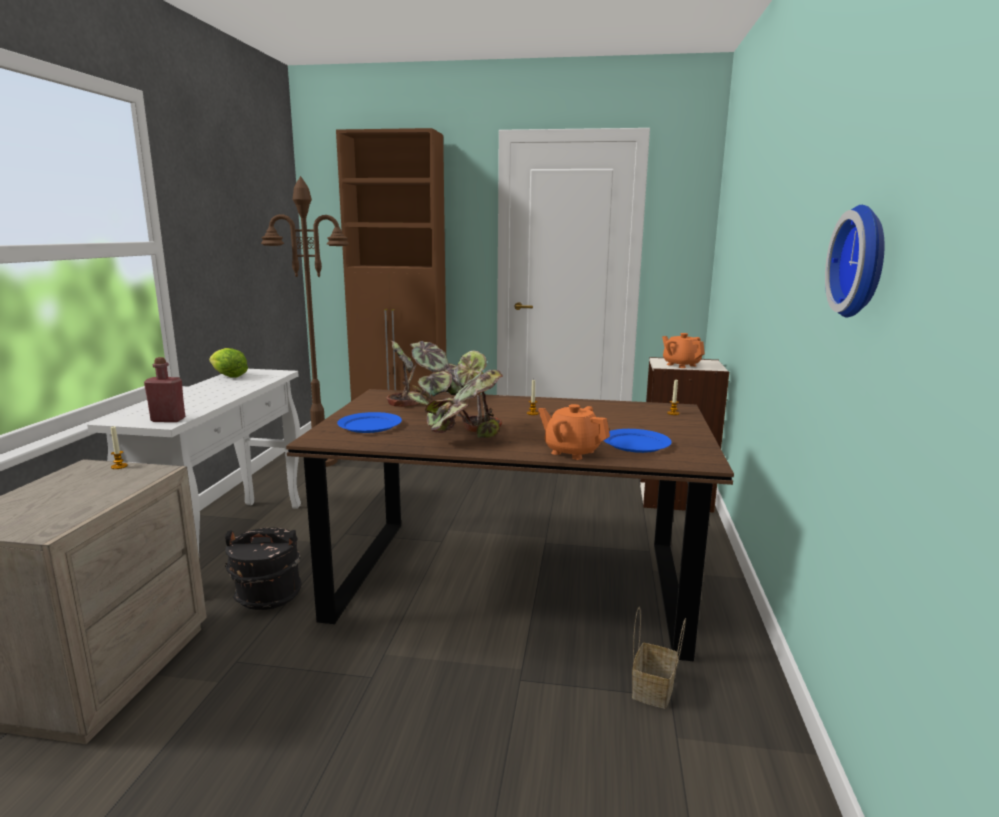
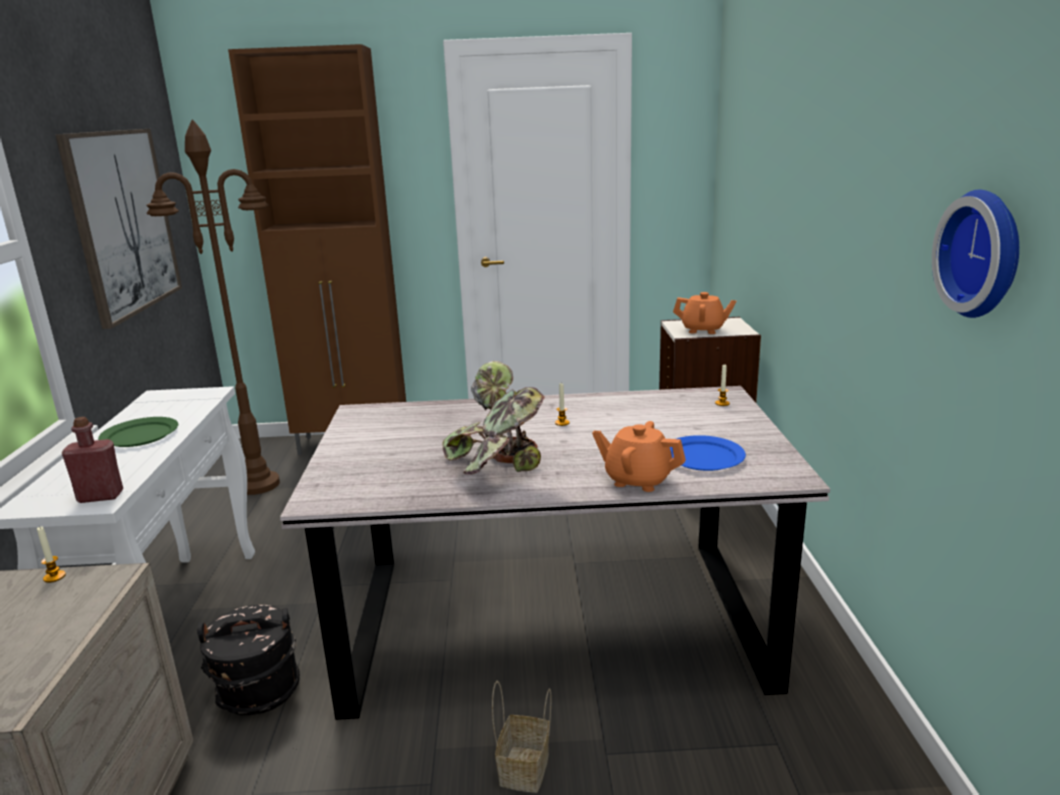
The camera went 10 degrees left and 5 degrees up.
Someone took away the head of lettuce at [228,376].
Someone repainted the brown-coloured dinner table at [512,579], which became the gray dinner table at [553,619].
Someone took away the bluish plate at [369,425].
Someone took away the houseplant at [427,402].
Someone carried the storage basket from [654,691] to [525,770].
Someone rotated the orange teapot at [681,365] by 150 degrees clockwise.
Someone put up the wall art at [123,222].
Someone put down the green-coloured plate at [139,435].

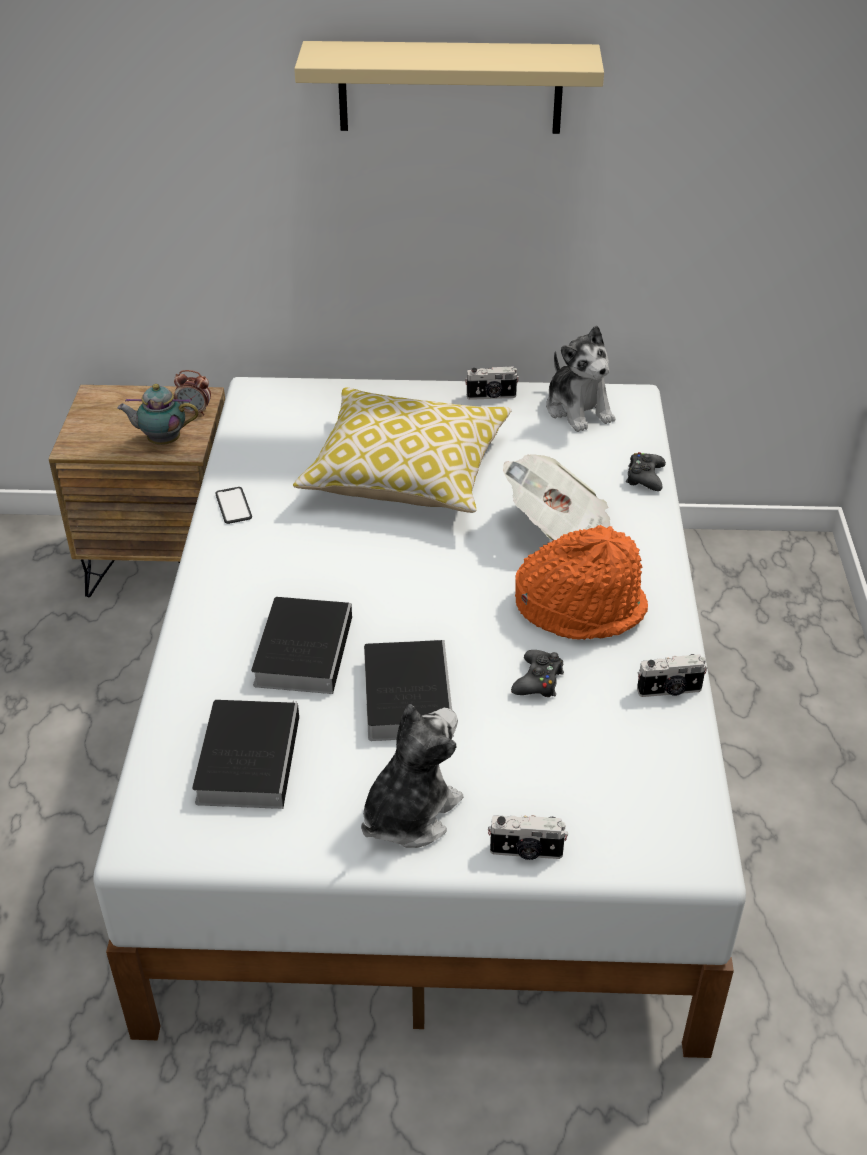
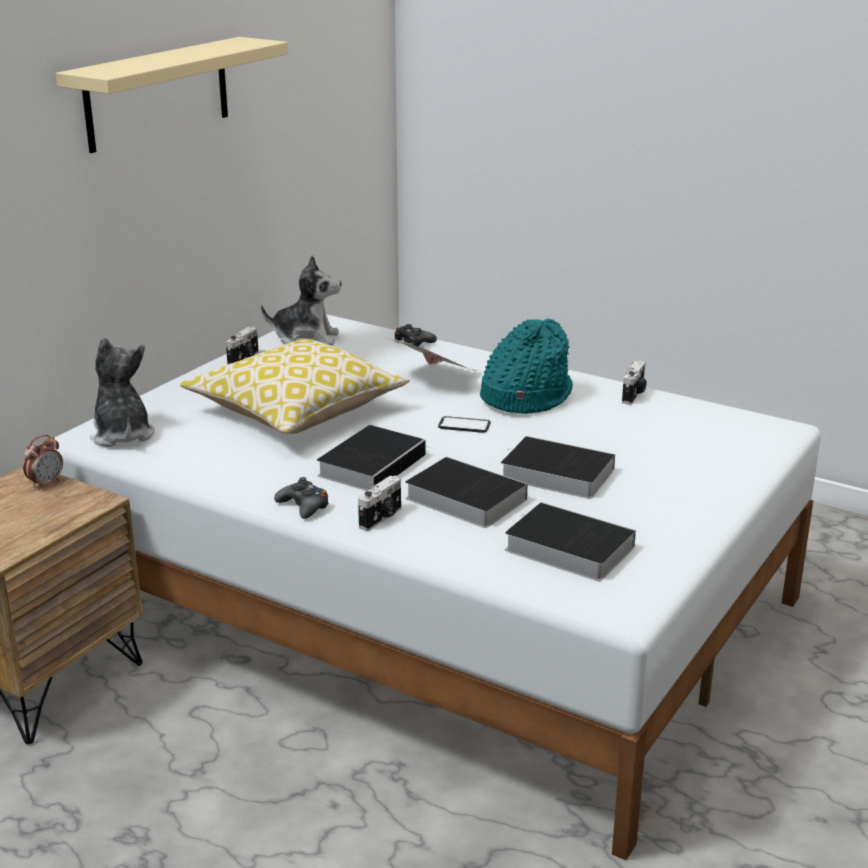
The camera went 60 degrees left and 15 degrees down.
Someone took away the teapot at [162,441].
Someone carried the handset from [233,506] to [464,425].
Someone carried the plush toy from [409,813] to [122,434].
Someone carried the still camera from [526,852] to [382,518].
Someone carried the black gamepad from [538,681] to [304,506].
Someone repainted the orange wearable hat at [580,607], which became the blue-green wearable hat at [525,397].
Someone put down the bound book at [373,463].

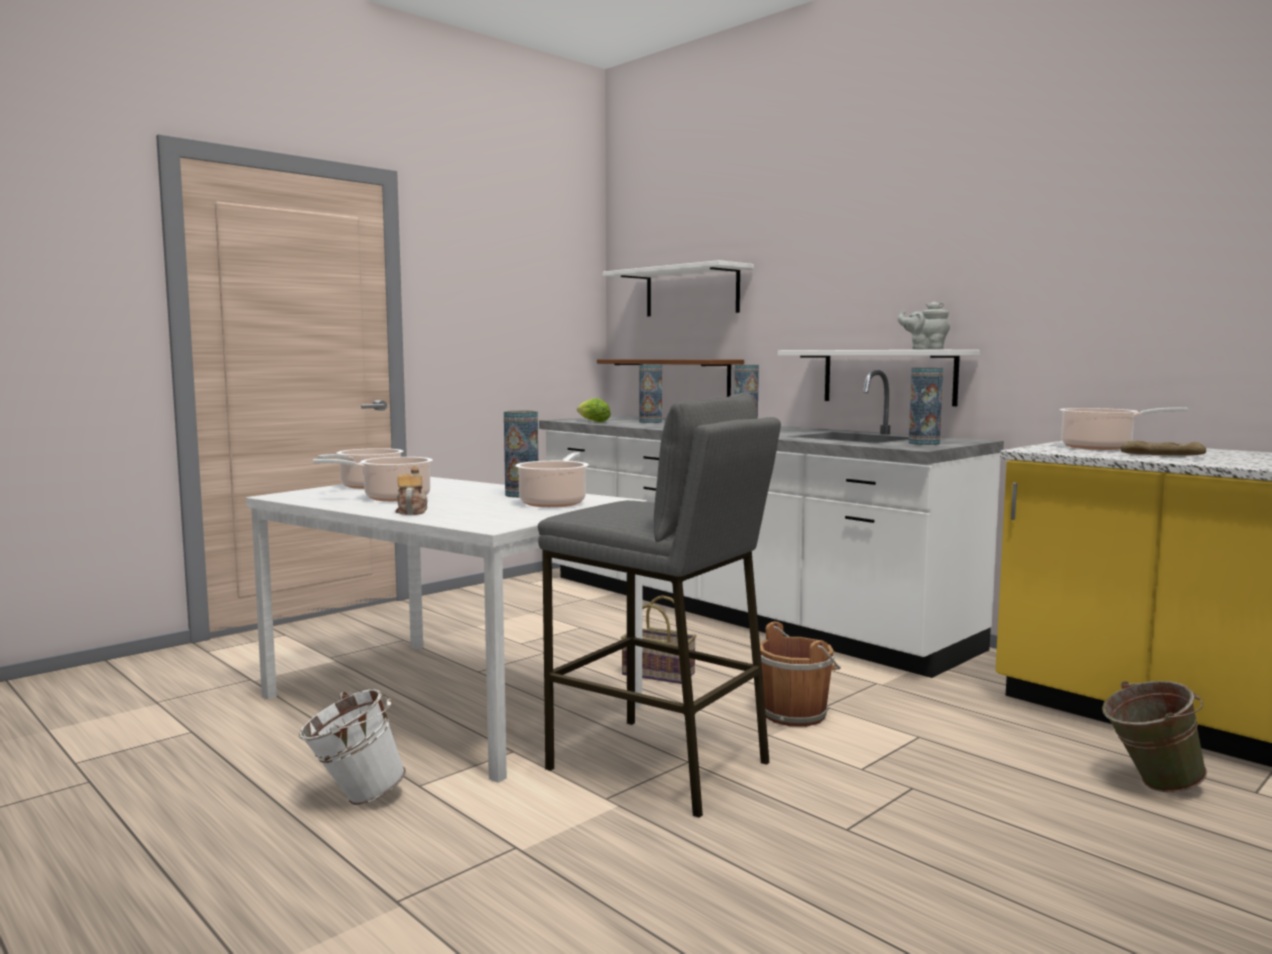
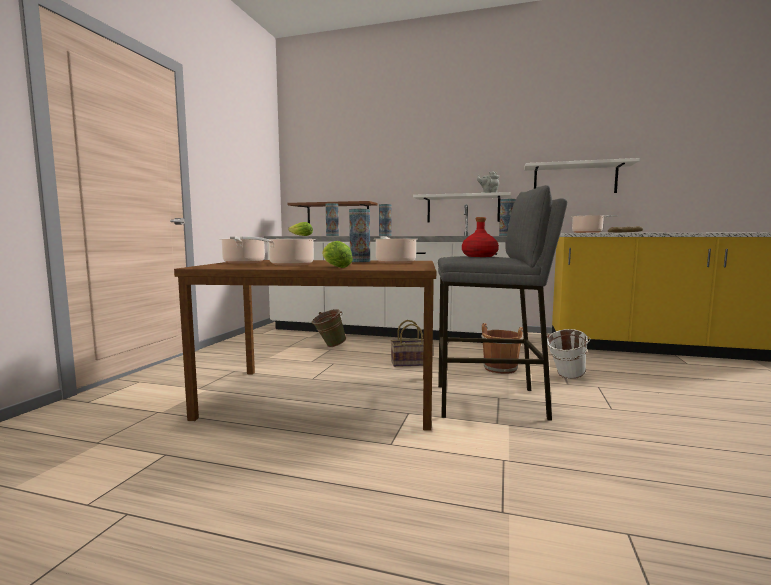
The camera went 30 degrees left and 0 degrees up.
Someone repainted the whitish dinner table at [453,701], which became the brown-coloured dinner table at [325,396].
Someone carried the whitish bucket from [353,798] to [565,377].
Someone swapped the teapot at [411,511] for the head of lettuce at [334,267].
Someone carried the whitish bracket shelf from [691,292] to [574,179].
Someone carried the green-coloured bucket from [1149,785] to [329,346].
Someone put down the red-coloured beverage bottle at [480,256].

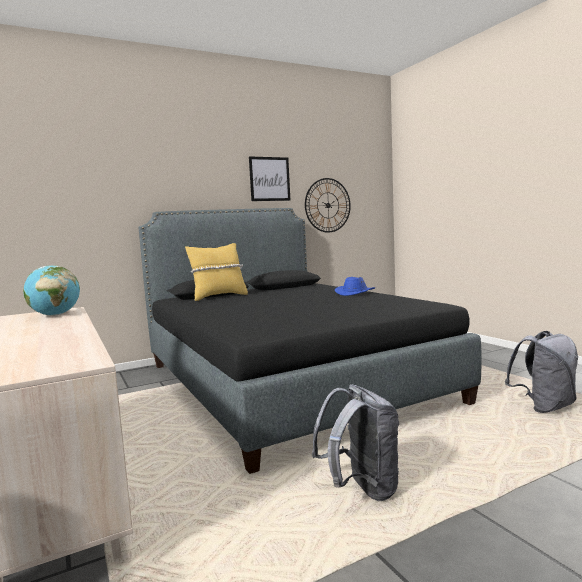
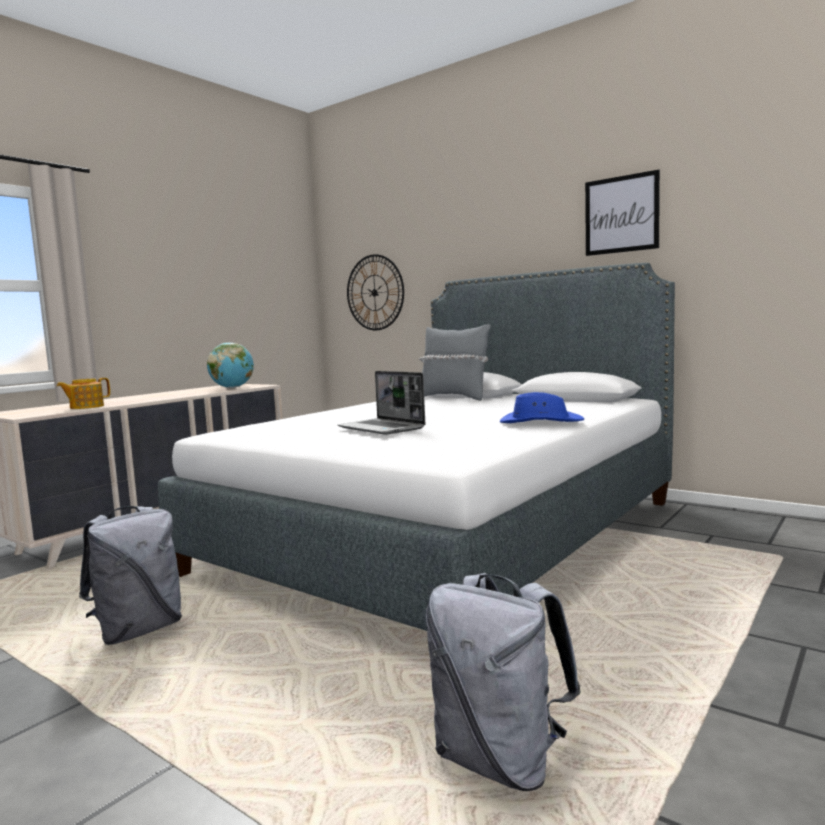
The camera went 65 degrees right and 0 degrees up.
Someone repainted the black bed at [287,382], which became the whitish bed at [448,534].
Someone repainted the yellowish pillow at [218,297], which became the gray pillow at [453,398].
Someone carried the wall clock from [328,205] to [374,292].
Someone put down the teapot at [86,407].
Someone put down the portable computer at [382,428].

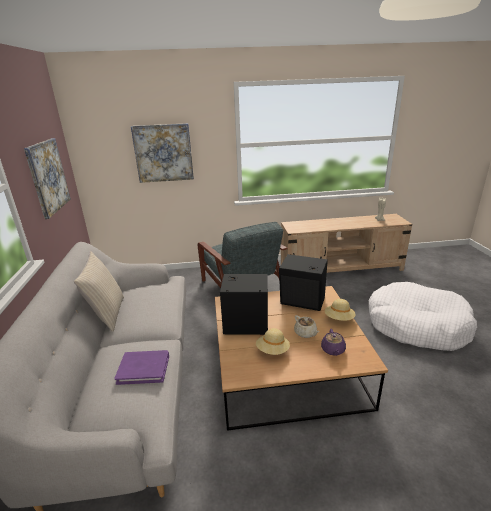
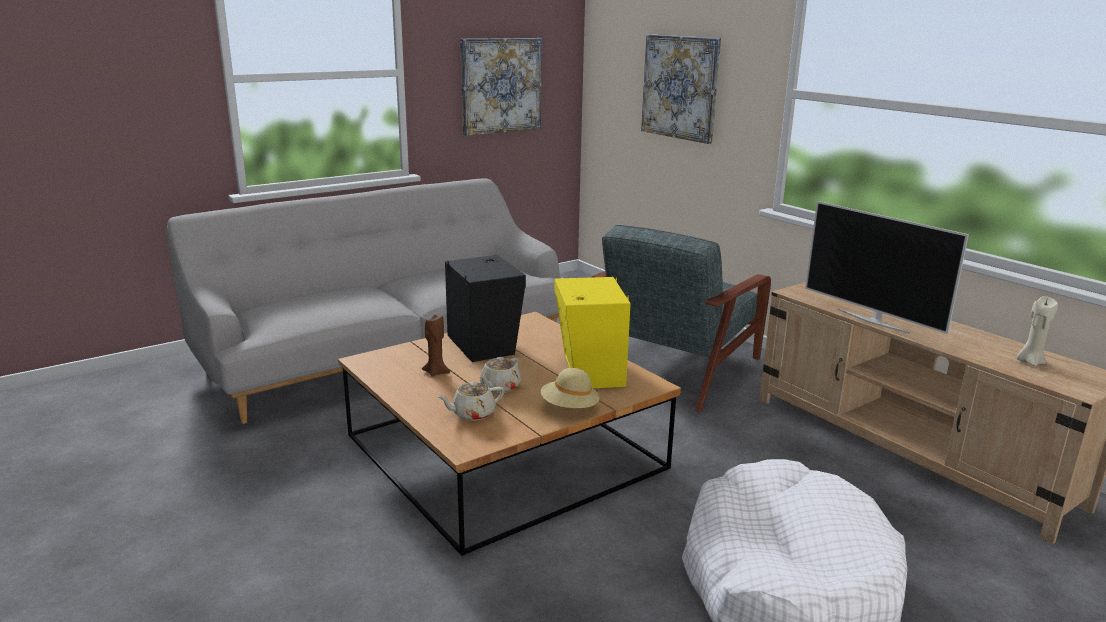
The camera went 60 degrees right and 5 degrees down.
Someone took away the beige-coloured pillow at [107,314].
Someone took away the purplish bound book at [144,369].
Someone swapped the beige-coloured wearable hat at [273,350] for the brown-coloured wax candle at [436,372].
Someone repainted the black loudspeaker at [303,302], which became the yellowish loudspeaker at [589,371].
Someone repainted the purplish teapot at [333,350], which became the beige-coloured teapot at [472,414].
Someone put down the TV at [873,321].

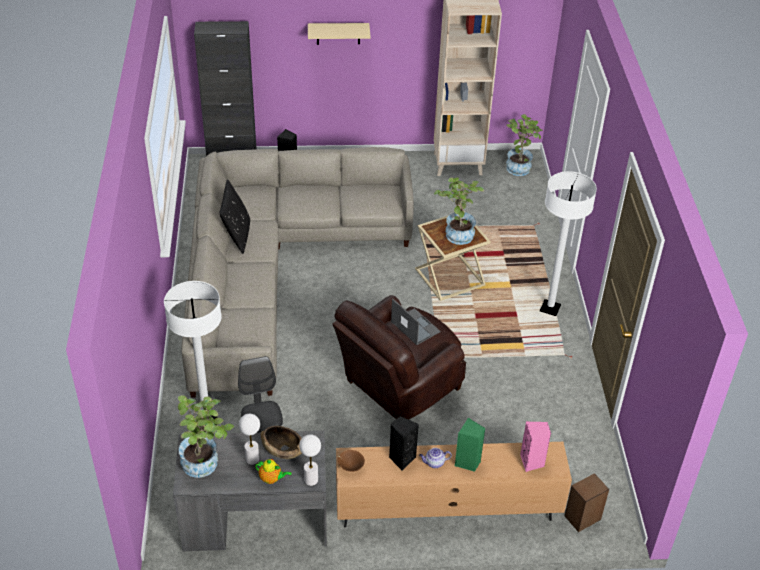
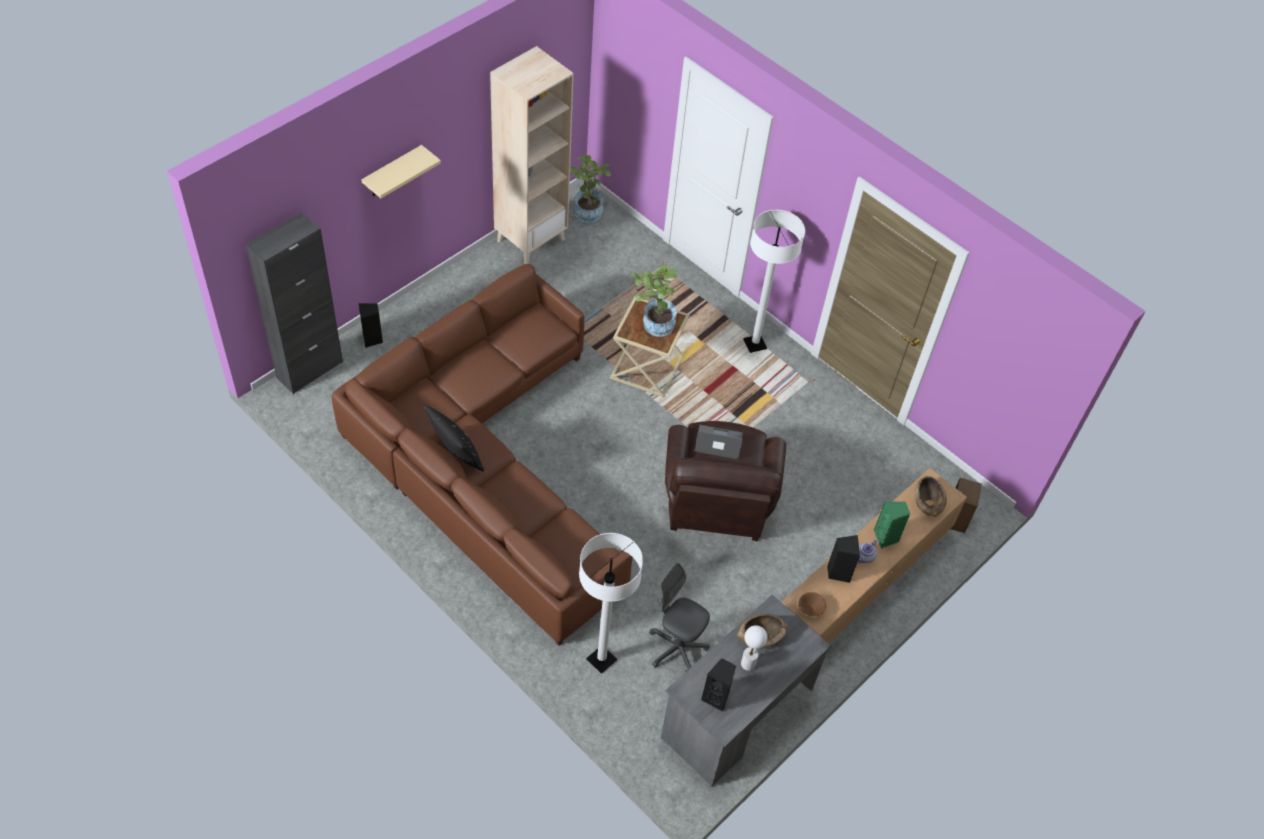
The camera went 45 degrees left and 10 degrees up.
Someone swapped the houseplant at [205,463] for the black loudspeaker at [717,697].
Someone repainted the gray settee at [274,269], which became the brown-coloured settee at [486,464].
Someone took away the teapot at [272,479].
Someone took away the whitish table lamp at [311,480].
Someone swapped the pink-coloured loudspeaker at [532,462] for the brown-coloured serving bowl at [928,502].

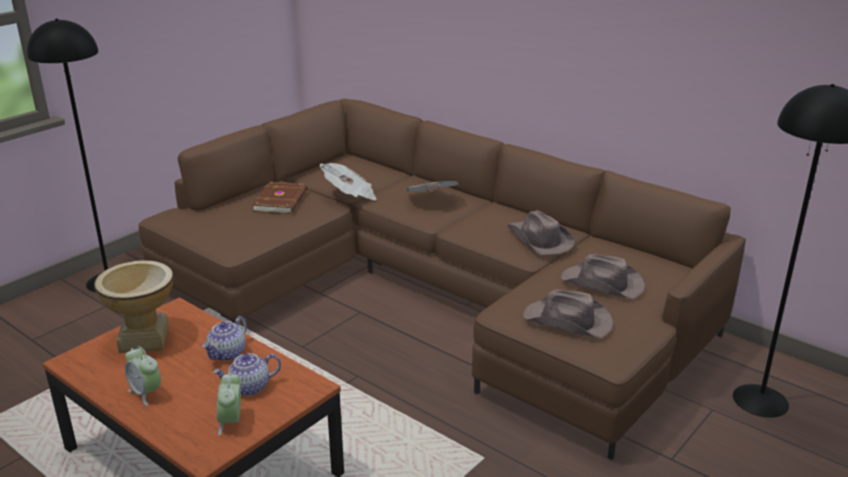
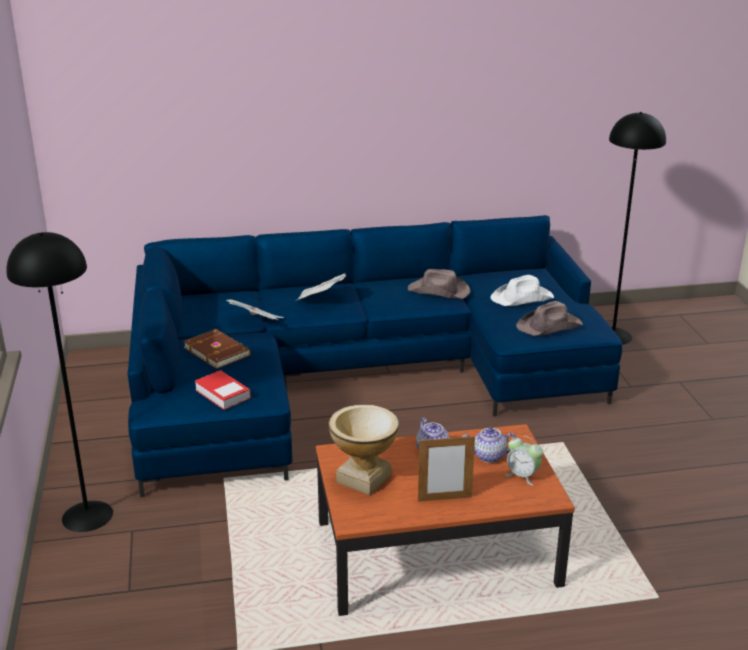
The camera went 50 degrees left and 0 degrees up.
Someone swapped the alarm clock at [146,393] for the photo frame at [444,499].
Someone repainted the brown-coloured settee at [431,293], which became the bluish settee at [352,378].
Someone rotated the teapot at [249,387] by 75 degrees clockwise.
Someone repainted the brown-coloured wearable hat at [603,284], which became the whitish wearable hat at [522,298].
Someone put down the bound book at [222,394].

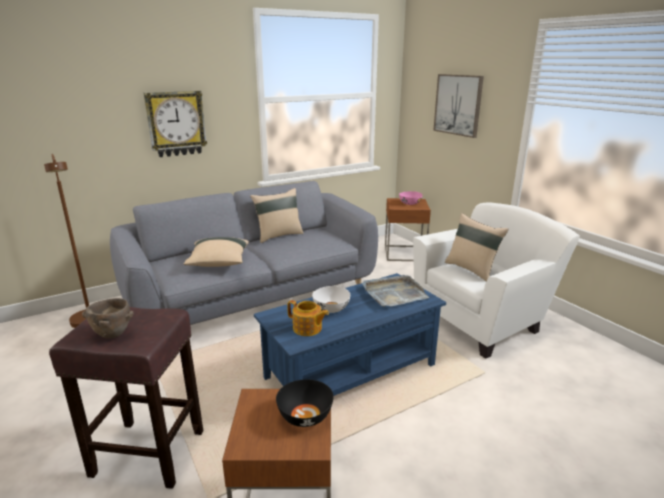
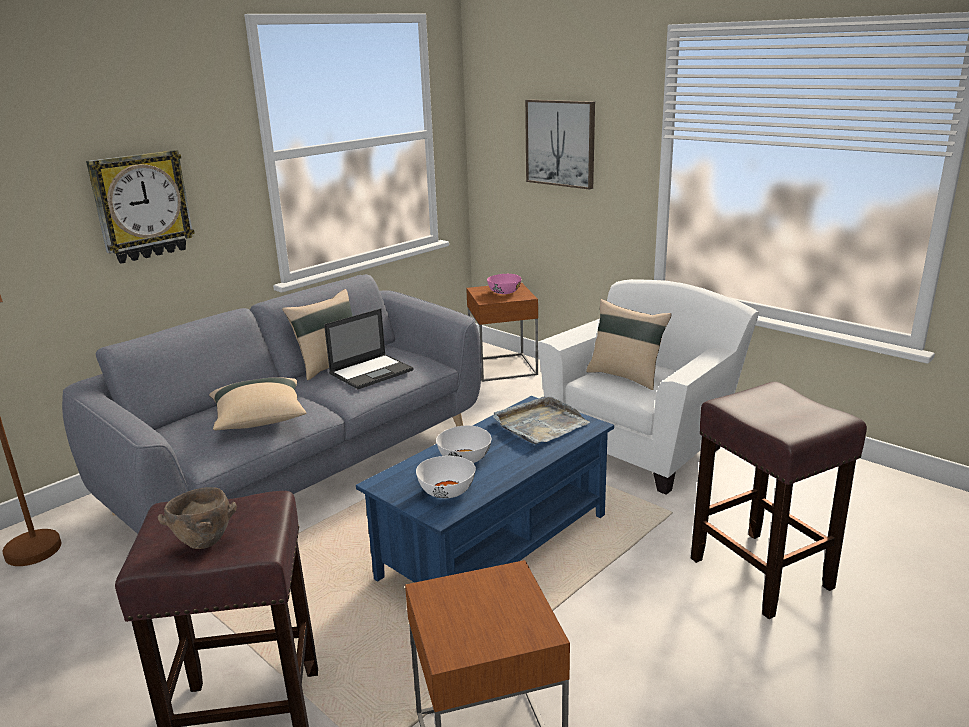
The camera went 15 degrees left and 0 degrees up.
Someone took away the black serving bowl at [304,416].
Someone swapped the teapot at [307,328] for the whitish serving bowl at [446,491].
Someone put down the portable computer at [372,371].
Someone put down the brown-coloured sitting stool at [762,574].

